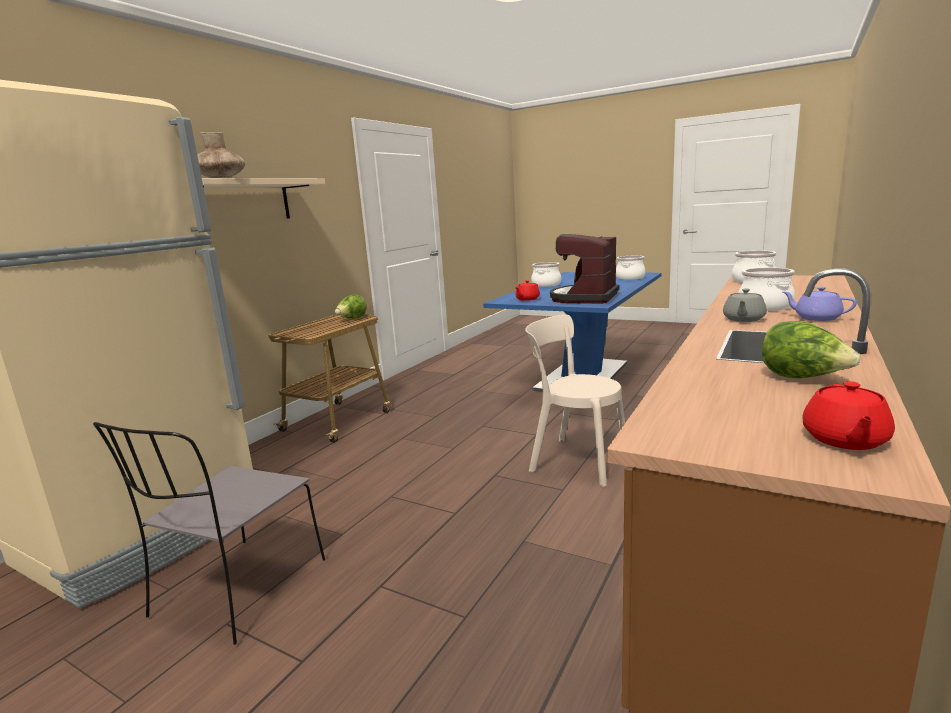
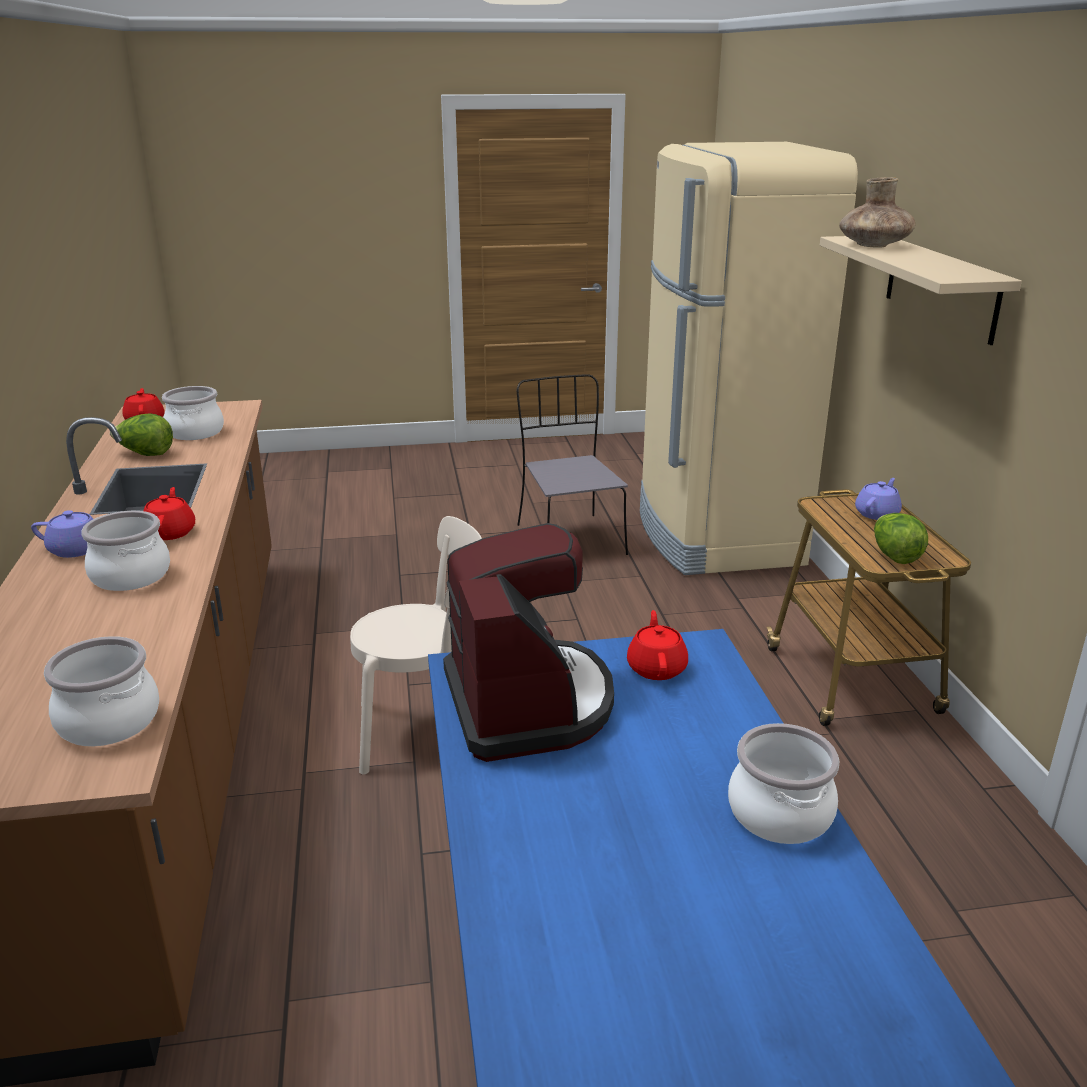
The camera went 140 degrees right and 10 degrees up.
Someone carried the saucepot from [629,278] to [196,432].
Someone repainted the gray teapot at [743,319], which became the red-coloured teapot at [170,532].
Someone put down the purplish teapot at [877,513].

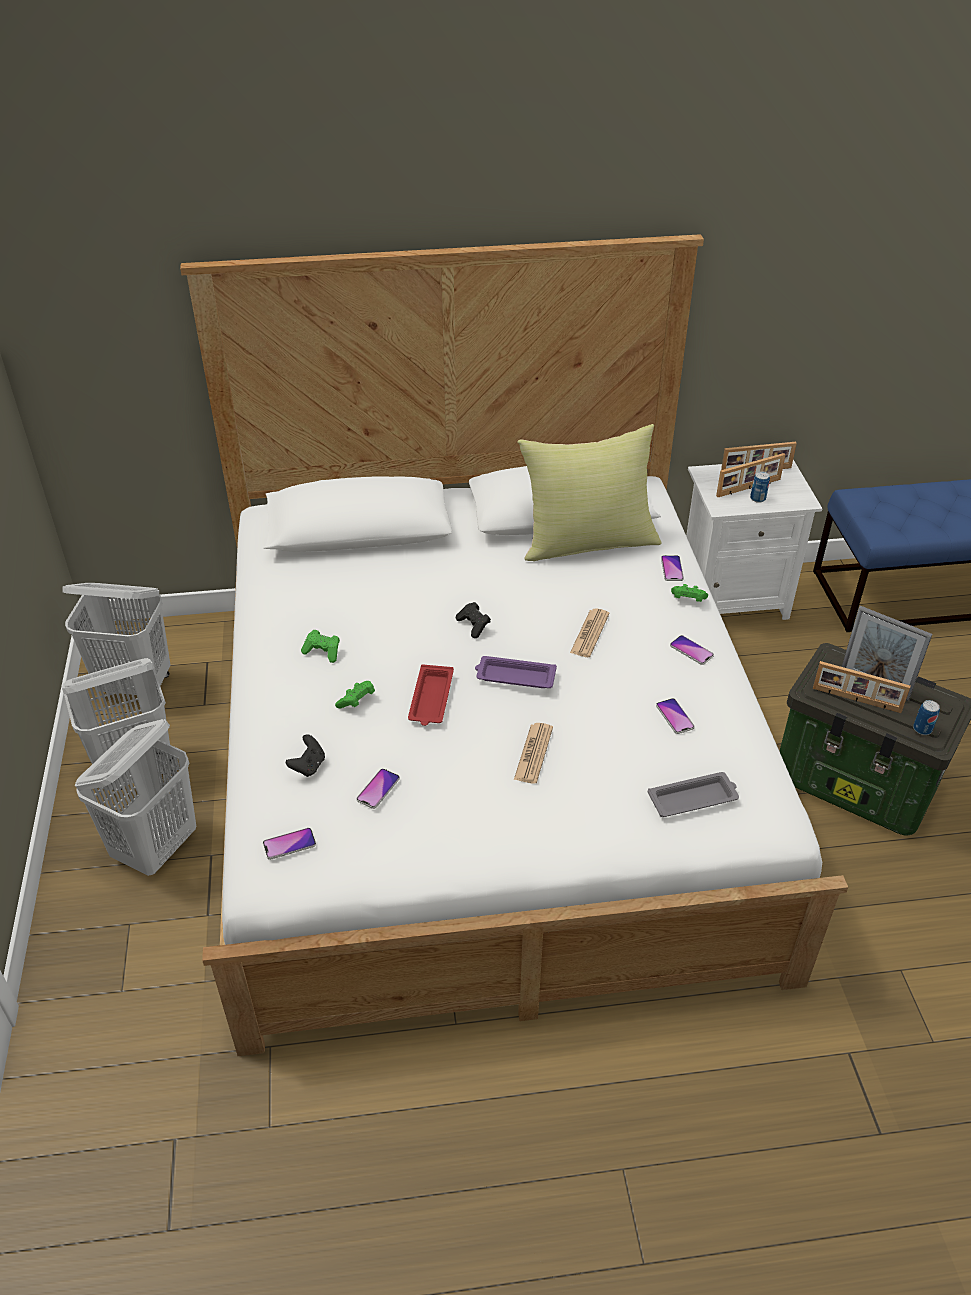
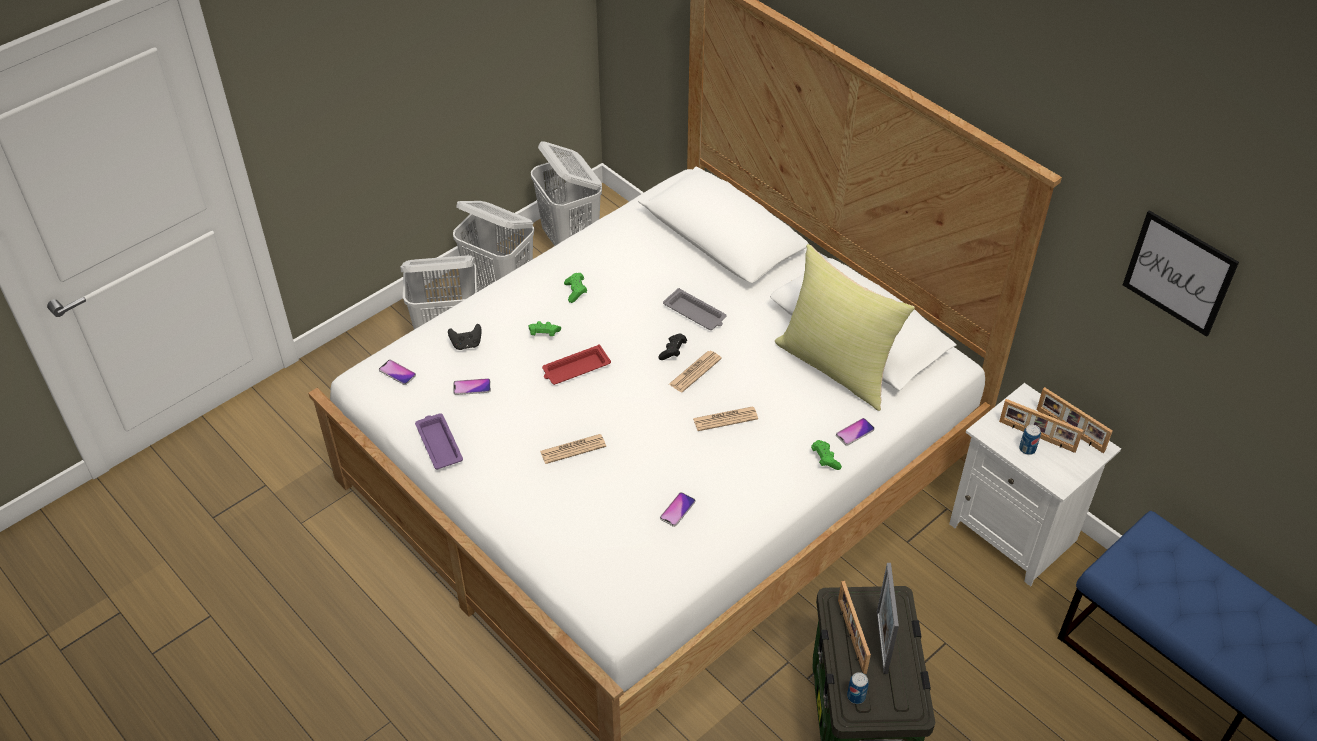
The camera went 55 degrees right and 5 degrees up.
Someone carried the purplish tray from [514,676] to [439,443].
Someone carried the gray tray from [694,798] to [695,314].
Someone took away the handset at [691,651].
Someone put down the printed paper at [695,372].
Someone put up the wall art at [1179,273].

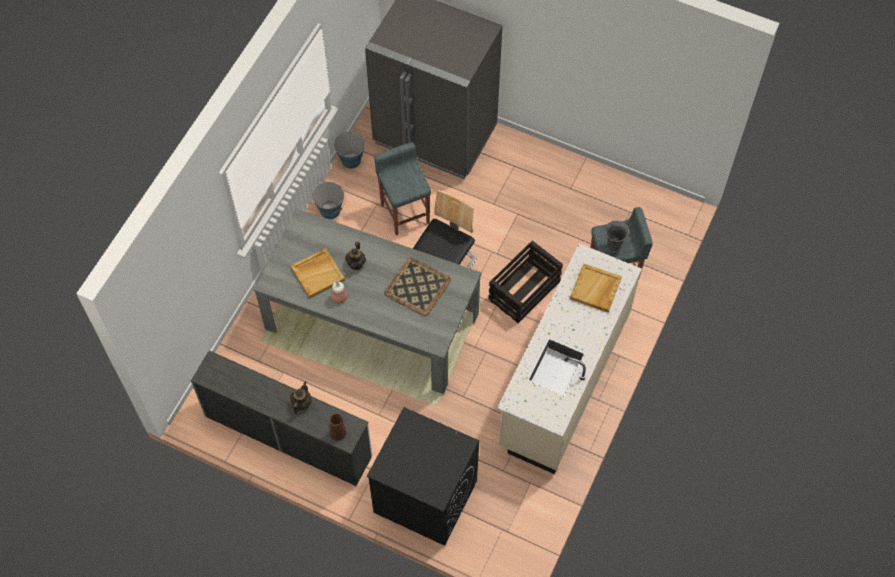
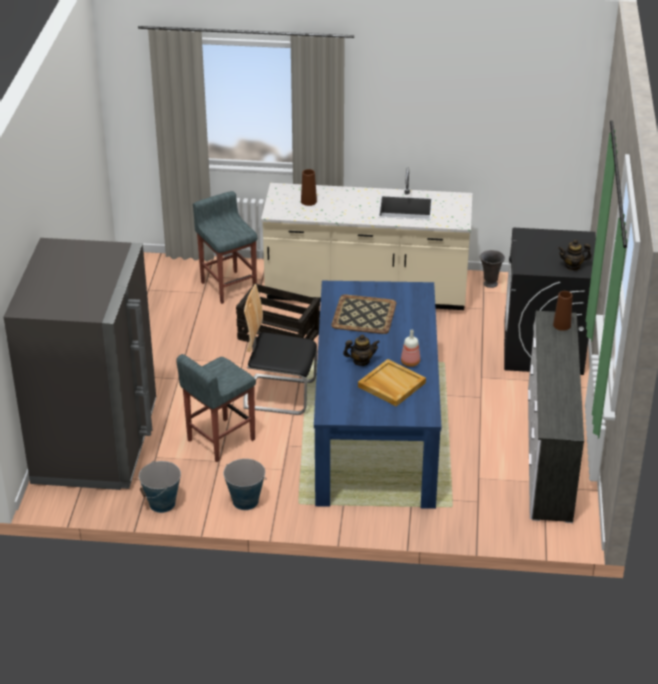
The camera went 110 degrees left and 25 degrees down.
Someone repainted the gray dinner table at [372,321], which became the bluish dinner table at [375,429].
Someone carried the teapot from [301,403] to [573,266].
Someone swapped the beige-coloured tray at [595,289] for the brown-coloured decorative vase at [308,201].
Someone carried the gray decorative vase from [613,247] to [489,284].

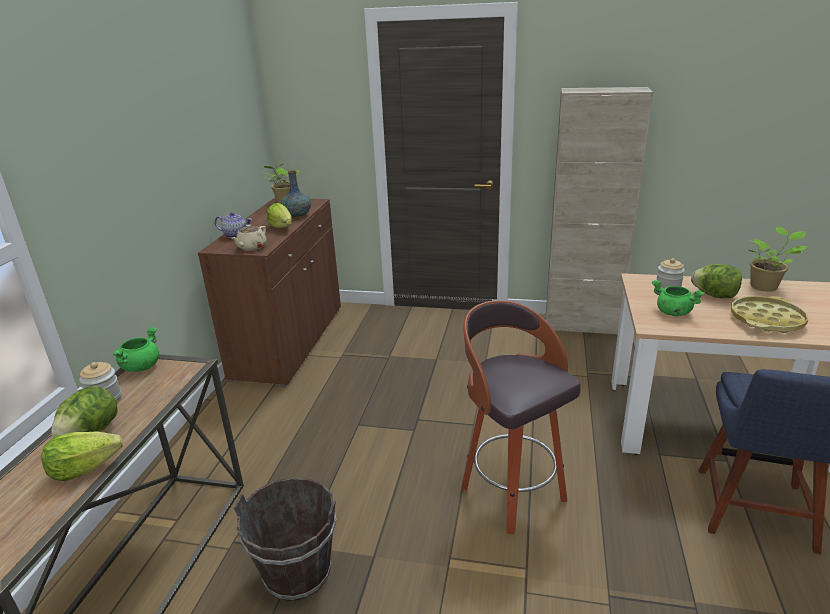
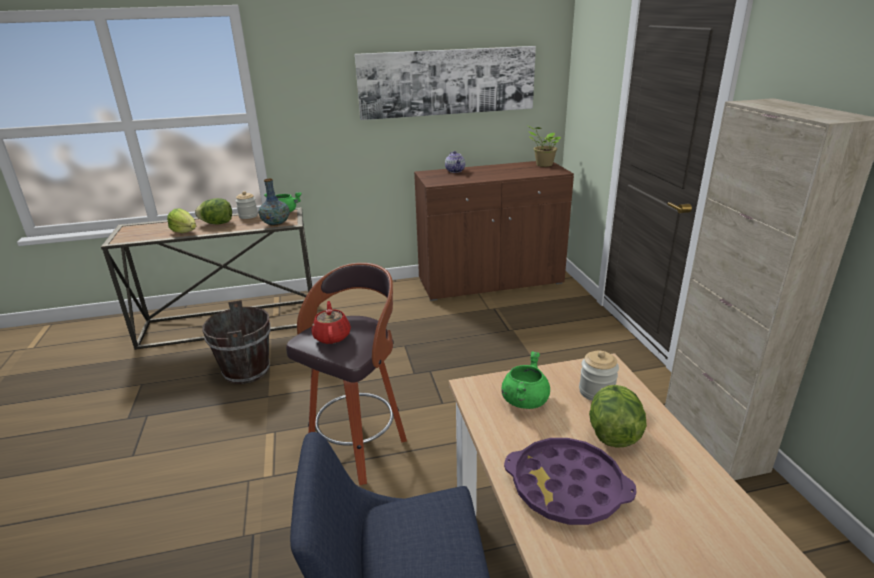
The camera went 65 degrees right and 0 degrees up.
Someone took away the beige-coloured teapot at [251,247].
Someone took away the head of lettuce at [282,227].
Someone carried the decorative vase from [297,215] to [276,223].
Someone repainted the yellowish tray at [766,320], which became the purplish tray at [567,487].
Someone took away the houseplant at [765,286].
Someone put down the red-coloured teapot at [332,336].
Someone put up the wall art at [447,82].

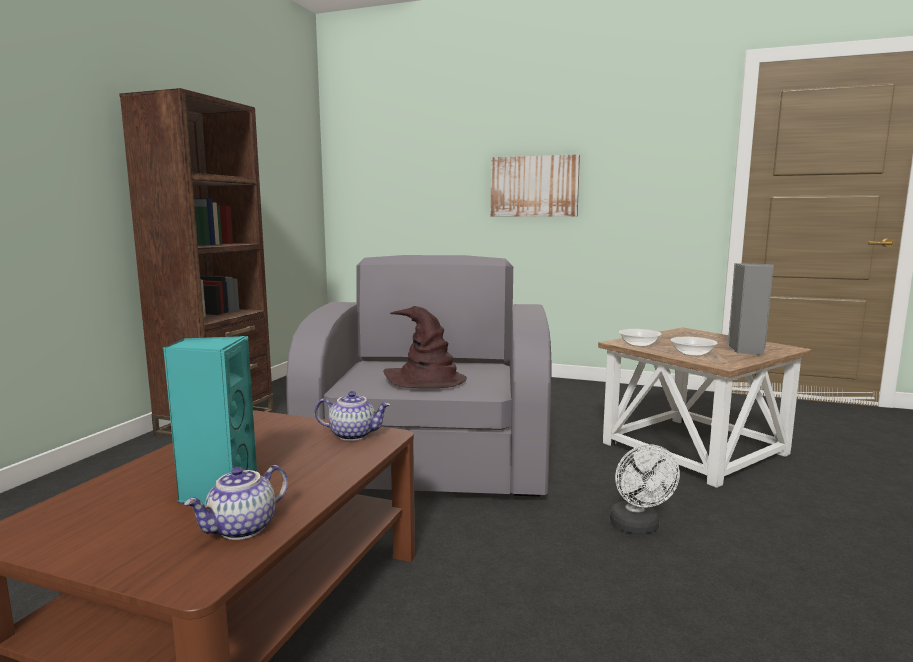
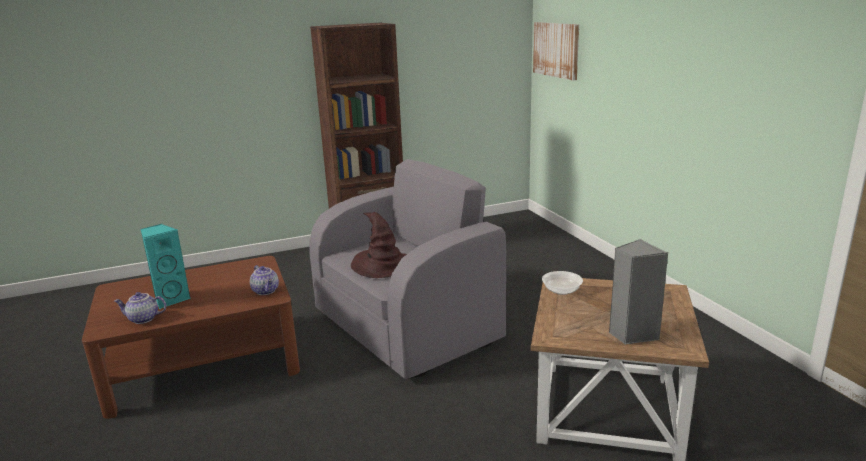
The camera went 50 degrees right and 10 degrees up.
Someone carried the wall art from [534,186] to [556,50].
Someone took away the whitish cooling fan at [638,527].
Someone took away the serving bowl at [692,354].

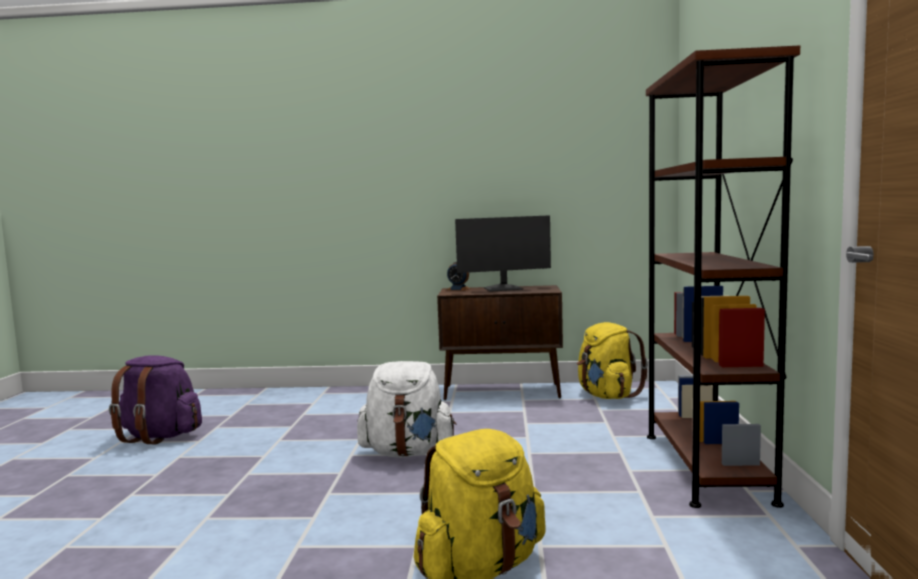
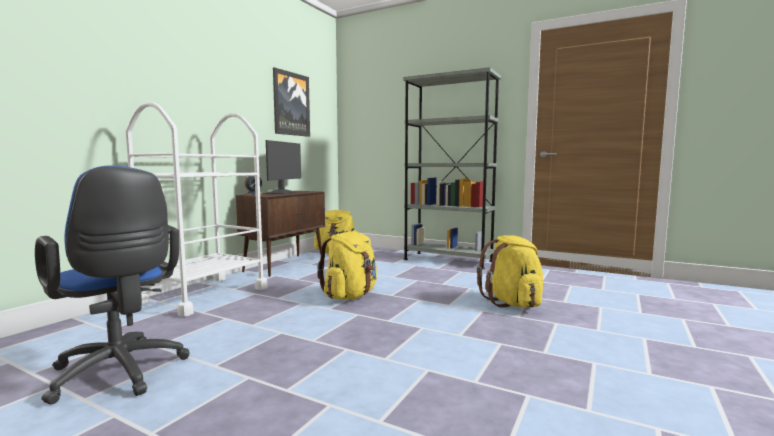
The camera went 65 degrees left and 0 degrees up.
Someone swapped the purplish rucksack at [159,436] for the bluish office chair at [120,374].
Someone repainted the whitish rucksack at [407,452], which became the yellowish rucksack at [350,296].
Someone repainted the brown-coloured shelving unit at [706,467], which became the gray shelving unit at [448,260].
Someone put down the whitish wheeled cart at [204,295].
Someone put up the wall art at [291,104].

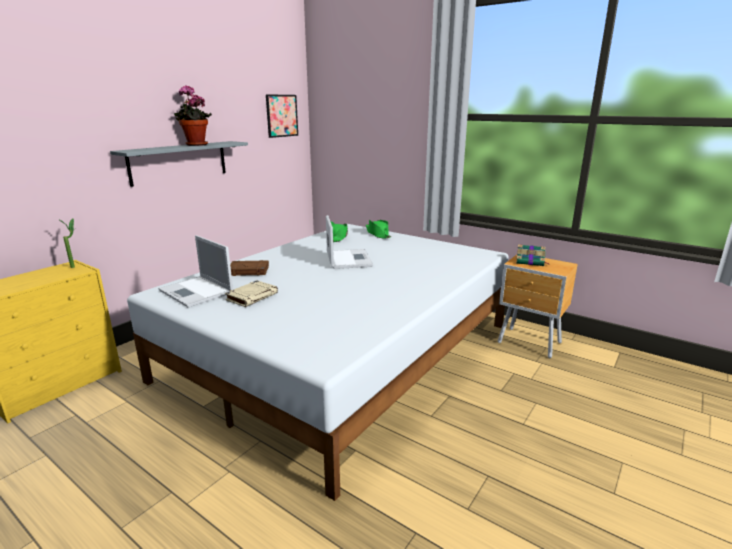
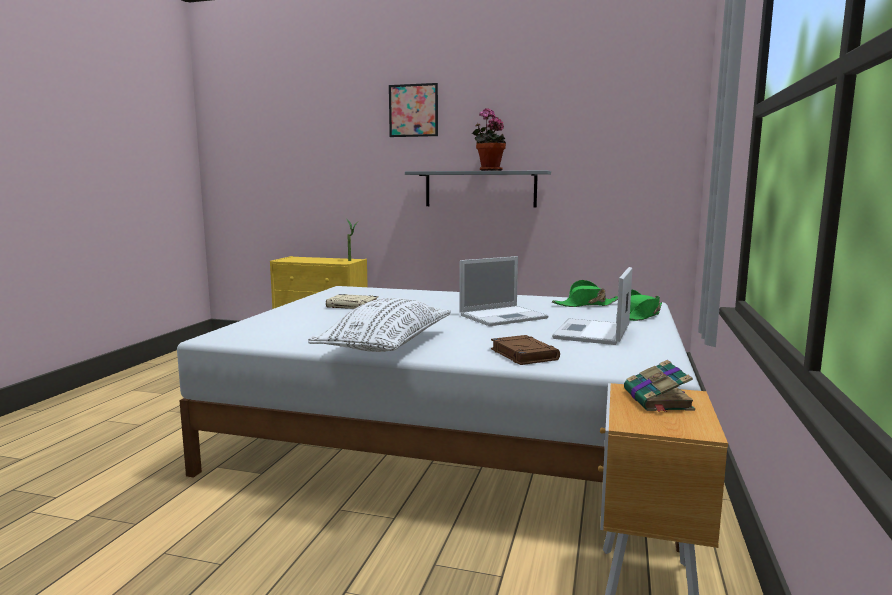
The camera went 70 degrees right and 10 degrees down.
Someone carried the portable computer from [197,292] to [592,333].
Someone carried the brown-coloured bound book from [248,271] to [523,354].
Someone carried the wall art from [282,115] to [413,110].
Someone put down the whitish pillow at [386,345].

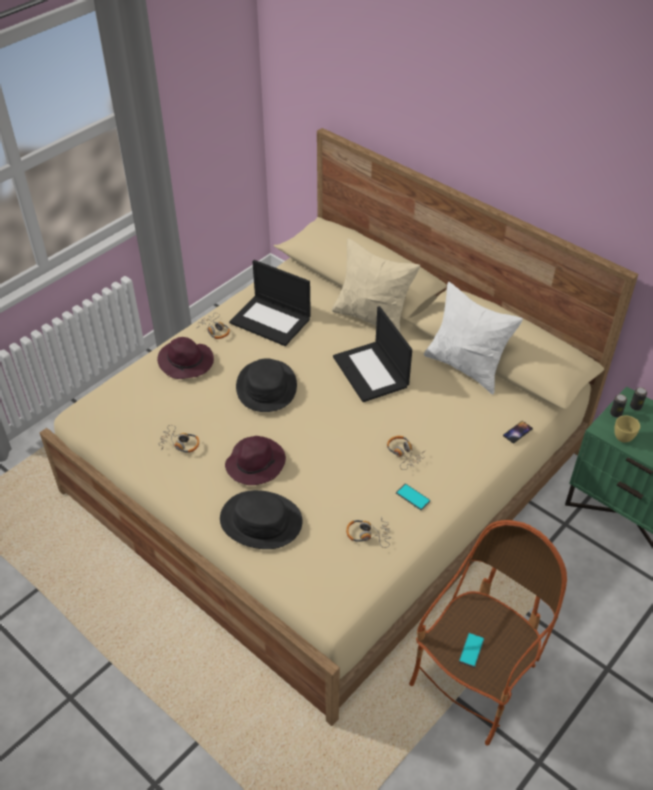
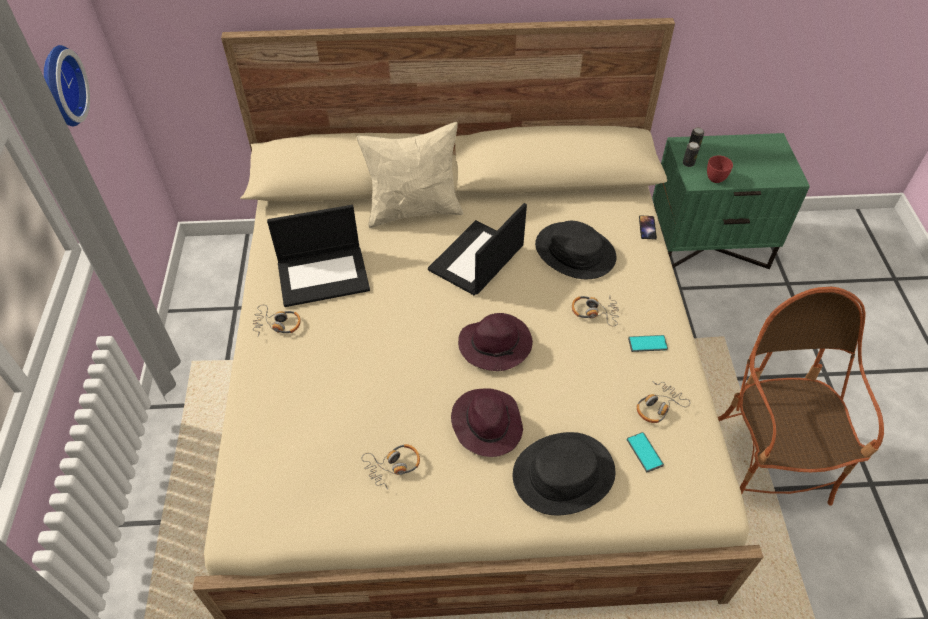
The camera went 45 degrees left and 5 degrees up.
Someone carried the purplish wearable hat from [186,362] to [496,344].
Someone carried the black wearable hat from [266,387] to [575,252].
Someone rotated the portable computer at [371,372] by 105 degrees clockwise.
Someone took away the whitish pillow at [466,367].
Someone carried the handset from [471,650] to [644,452].
Someone repainted the yellowish drinking cup at [625,436], which became the red-coloured drinking cup at [715,176].
Someone put up the wall clock at [59,86].

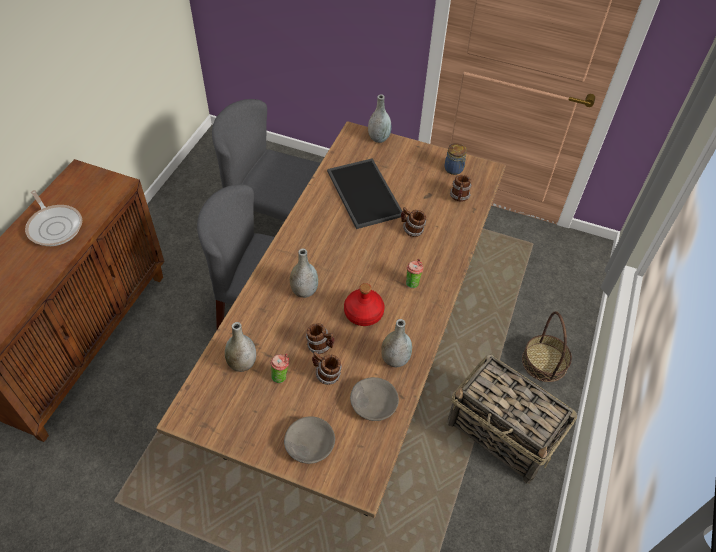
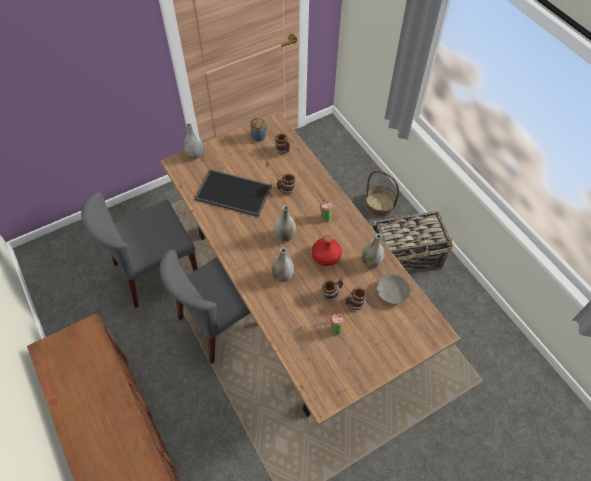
The camera went 50 degrees left and 5 degrees up.
Someone took away the frying pan at [55,226].
Someone carried the gray decorative vase from [242,363] to [285,236].
Someone took away the gray serving bowl at [309,444].

